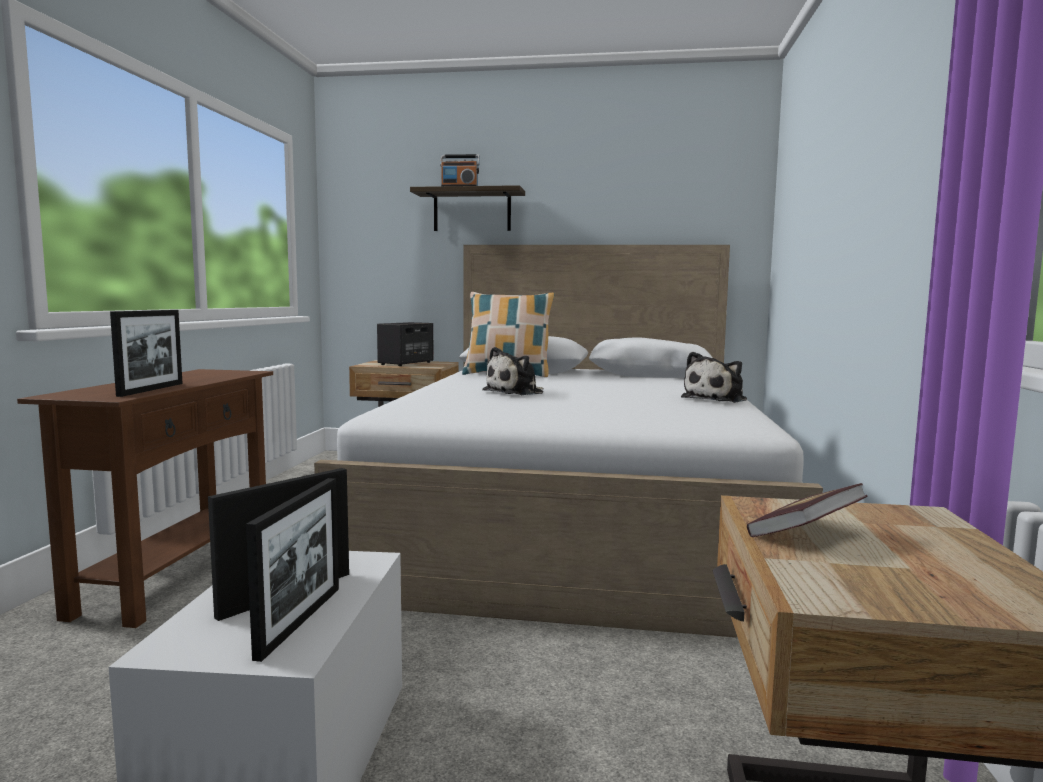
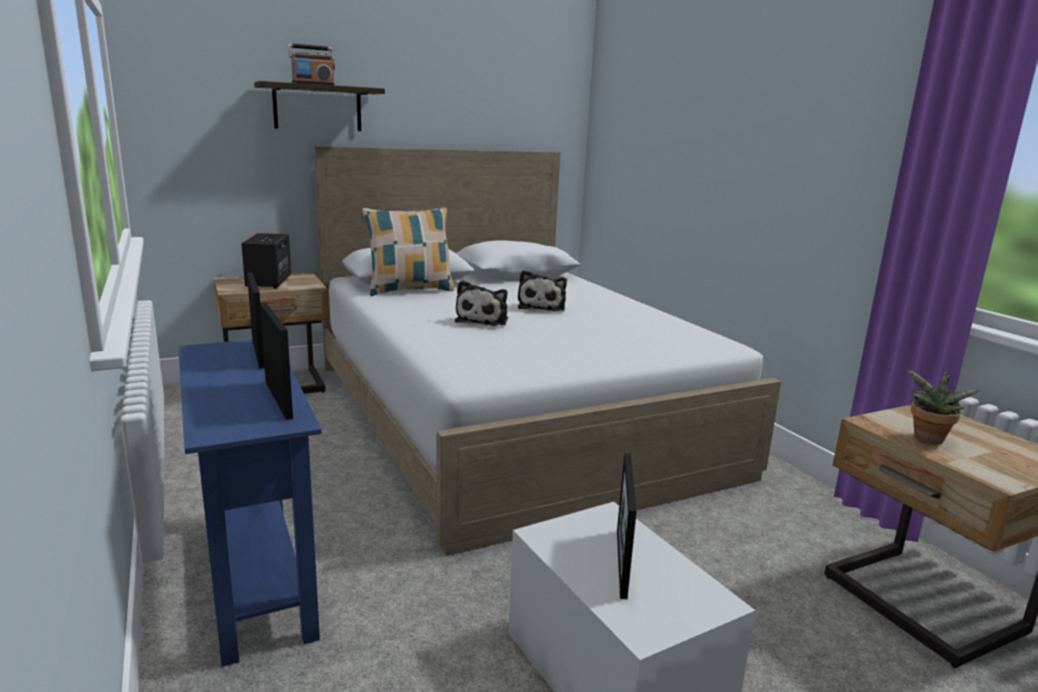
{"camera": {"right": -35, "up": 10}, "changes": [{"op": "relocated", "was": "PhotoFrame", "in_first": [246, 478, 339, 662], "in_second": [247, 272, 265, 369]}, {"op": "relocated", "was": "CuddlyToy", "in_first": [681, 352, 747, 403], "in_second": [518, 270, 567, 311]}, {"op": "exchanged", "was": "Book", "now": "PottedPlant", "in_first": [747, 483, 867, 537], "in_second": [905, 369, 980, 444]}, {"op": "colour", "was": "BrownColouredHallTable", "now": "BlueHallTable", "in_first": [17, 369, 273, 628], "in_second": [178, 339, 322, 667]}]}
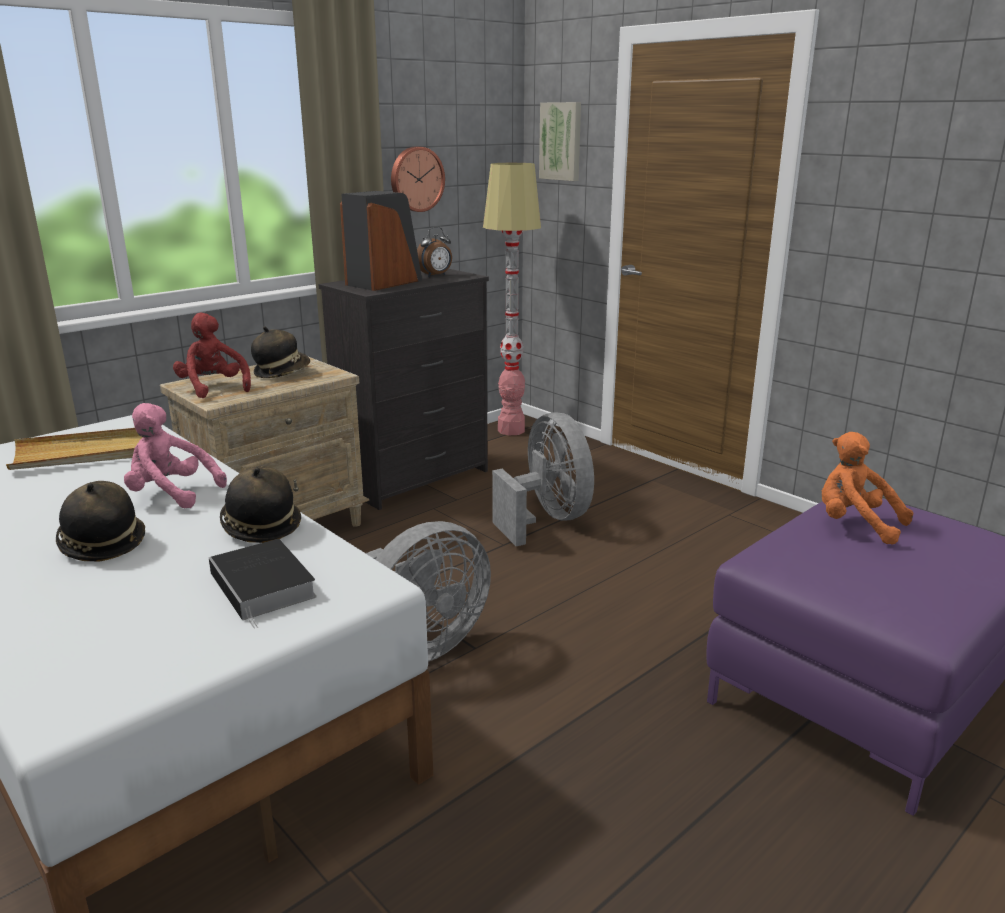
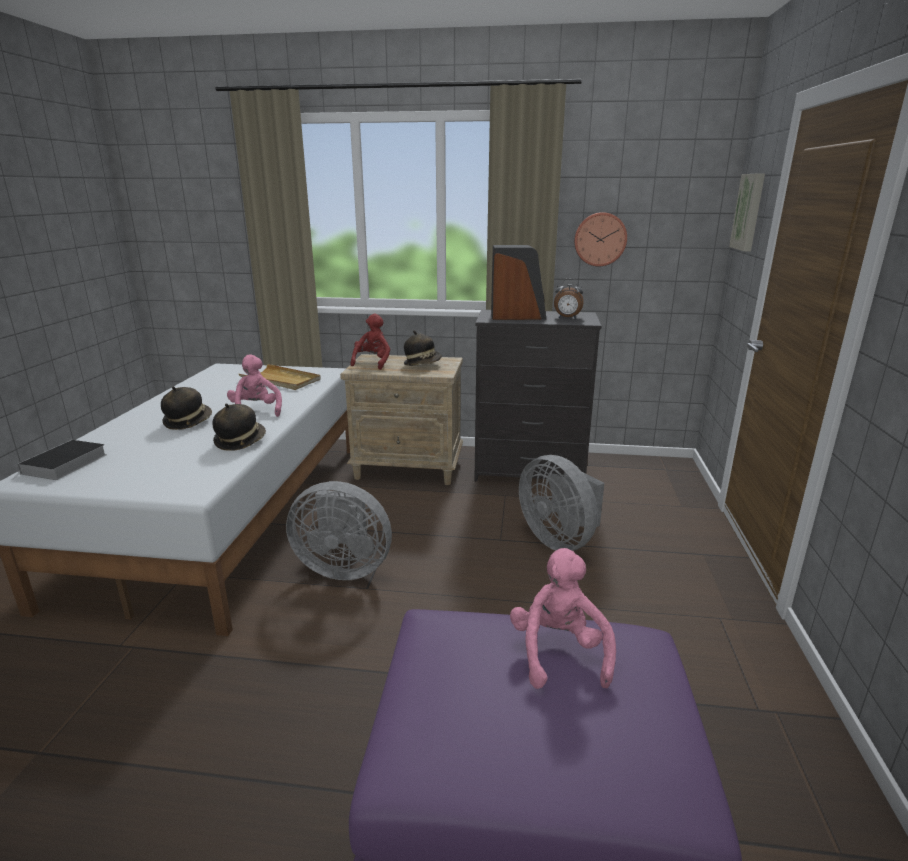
{"camera": {"right": 50, "up": 0}, "changes": [{"op": "missing", "was": "FloorLamp", "in_first": [483, 163, 541, 435]}, {"op": "relocated", "was": "Book", "in_first": [209, 539, 317, 629], "in_second": [11, 440, 107, 480]}, {"op": "colour", "was": "OrangeCuddlyToy", "now": "PinkishCuddlyToy", "in_first": [822, 432, 913, 545], "in_second": [510, 548, 616, 689]}, {"op": "spun", "was": "GreyishElectricFan", "in_first": [492, 412, 594, 546], "in_second": [519, 455, 604, 551], "clockwise": 120}]}
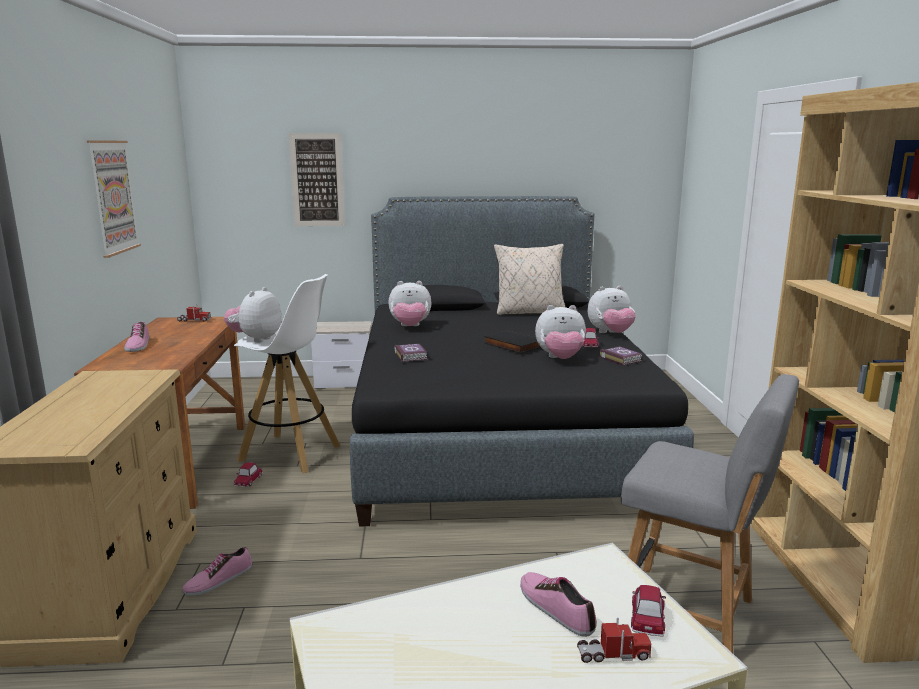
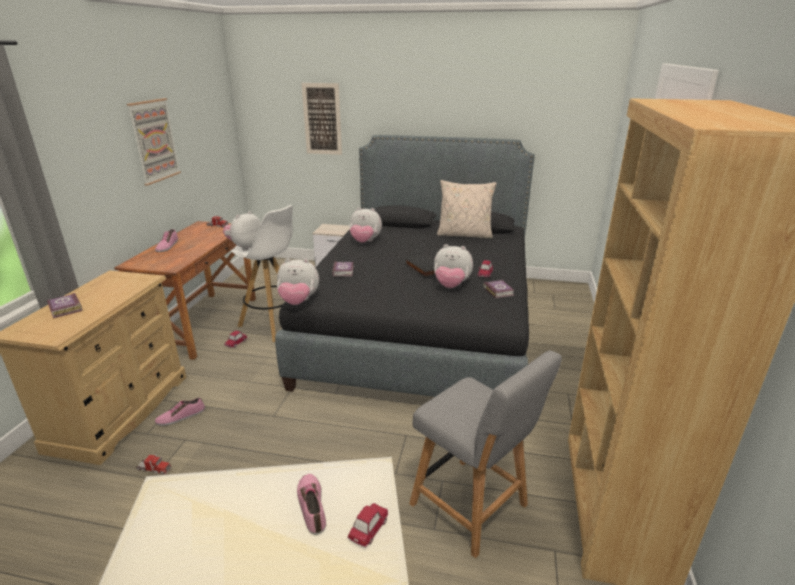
{"camera": {"right": 15, "up": 10}, "changes": [{"op": "appeared", "now": "Book", "in_second": [47, 293, 82, 318]}, {"op": "relocated", "was": "ToyTruck", "in_first": [577, 617, 651, 663], "in_second": [136, 454, 171, 475]}, {"op": "relocated", "was": "CuddlyToy", "in_first": [588, 286, 636, 333], "in_second": [277, 259, 319, 305]}]}
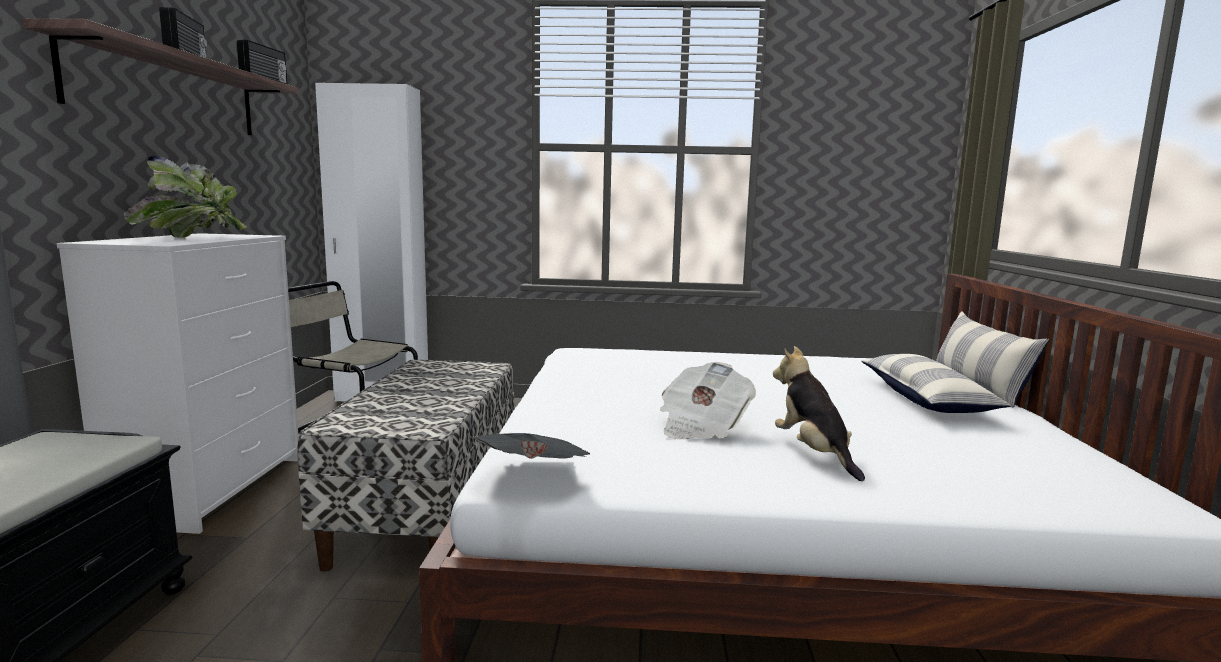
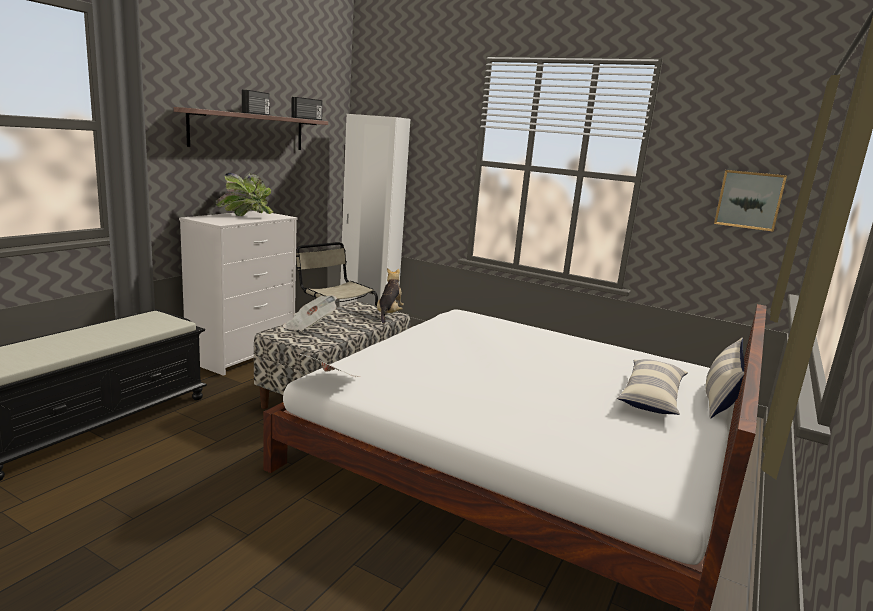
{"camera": {"right": 25, "up": 5}, "changes": [{"op": "appeared", "now": "WallArt", "in_second": [714, 170, 787, 232]}, {"op": "relocated", "was": "Newspaper", "in_first": [660, 362, 756, 439], "in_second": [283, 295, 337, 331]}, {"op": "relocated", "was": "CuddlyToy", "in_first": [773, 346, 865, 481], "in_second": [377, 268, 404, 324]}]}
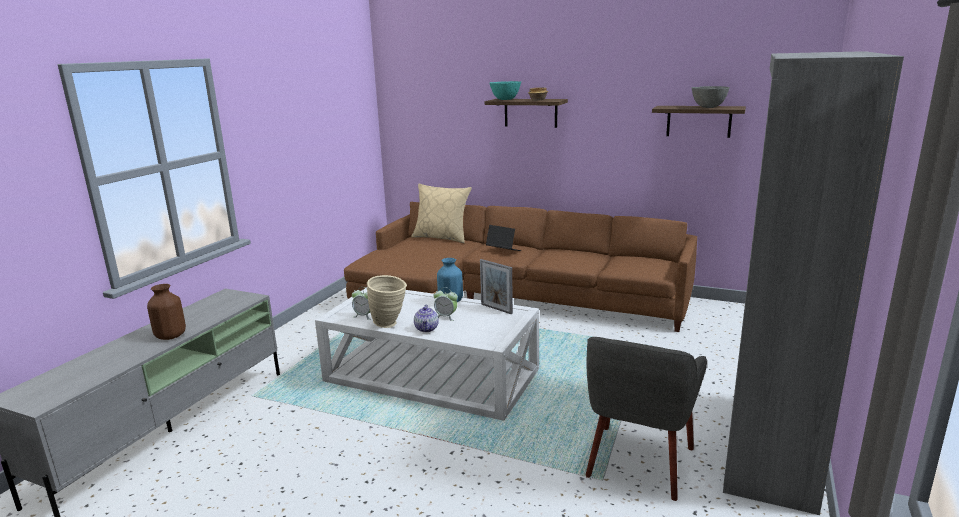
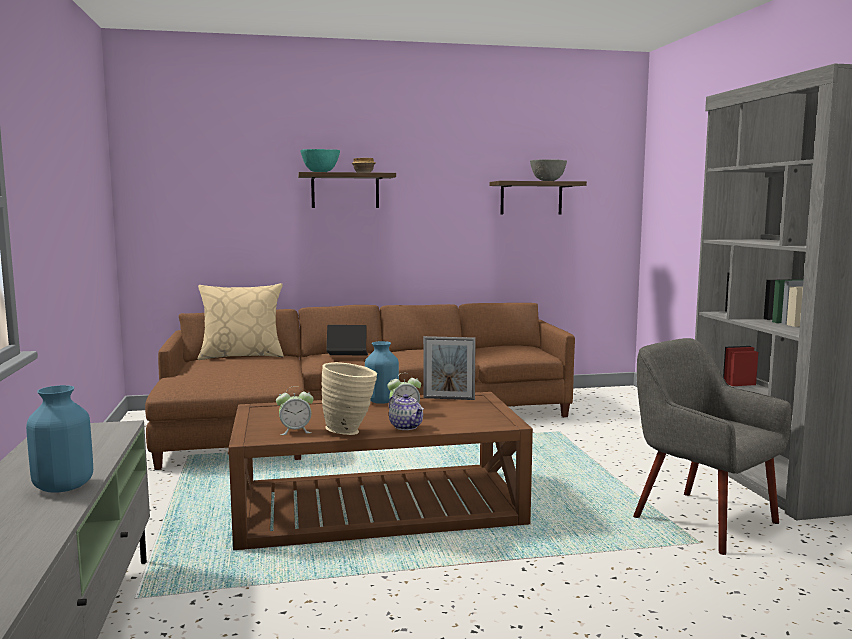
{"camera": {"right": -35, "up": -10}, "changes": [{"op": "colour", "was": "BrownColouredDecorativeVase", "now": "BlueDecorativeVase", "in_first": [147, 284, 186, 340], "in_second": [26, 385, 93, 493]}, {"op": "colour", "was": "WhiteLoungeTable", "now": "BrownColouredLoungeTable", "in_first": [315, 287, 539, 421], "in_second": [228, 392, 533, 550]}, {"op": "spun", "was": "GreyishArmchair", "in_first": [585, 337, 707, 501], "in_second": [633, 338, 792, 555], "clockwise": 150}]}
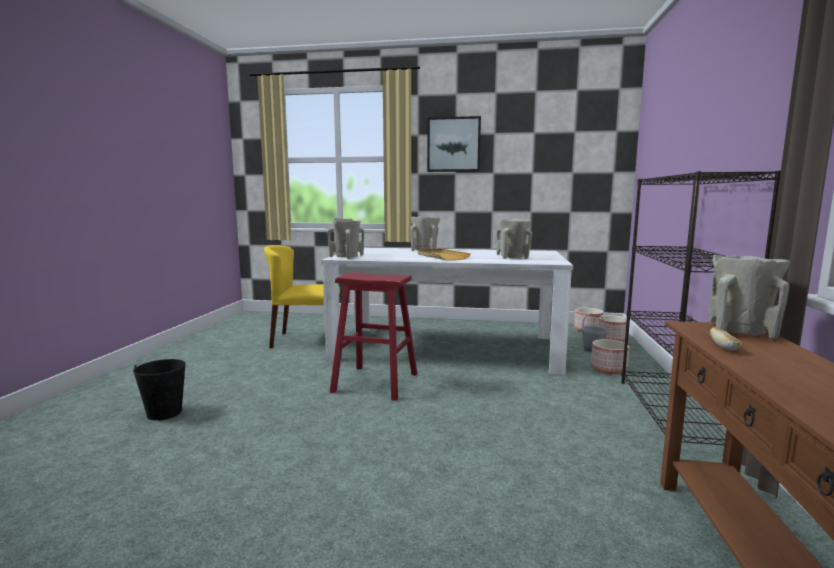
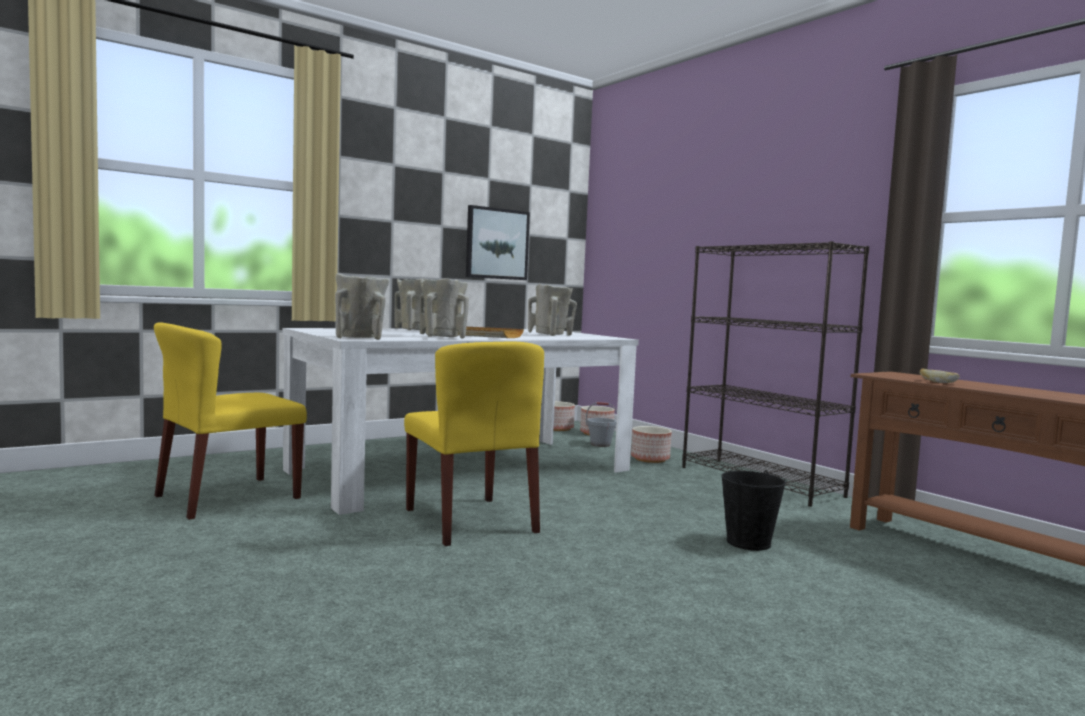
{"camera": {"right": -45, "up": -5}, "changes": [{"op": "relocated", "was": "BlackBucket", "in_first": [133, 359, 186, 420], "in_second": [721, 470, 787, 551]}, {"op": "relocated", "was": "WallArt", "in_first": [427, 116, 481, 172], "in_second": [466, 205, 530, 280]}, {"op": "relocated", "was": "SandColouredDecorativeVase", "in_first": [708, 255, 790, 339], "in_second": [420, 278, 469, 339]}, {"op": "exchanged", "was": "ReddishSittingStool", "now": "YellowChair", "in_first": [330, 273, 418, 401], "in_second": [404, 341, 544, 546]}]}
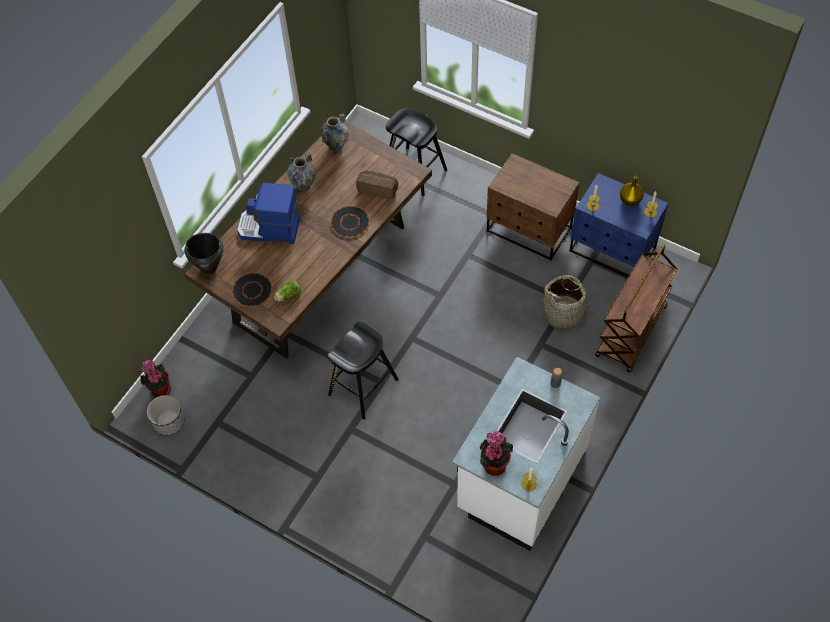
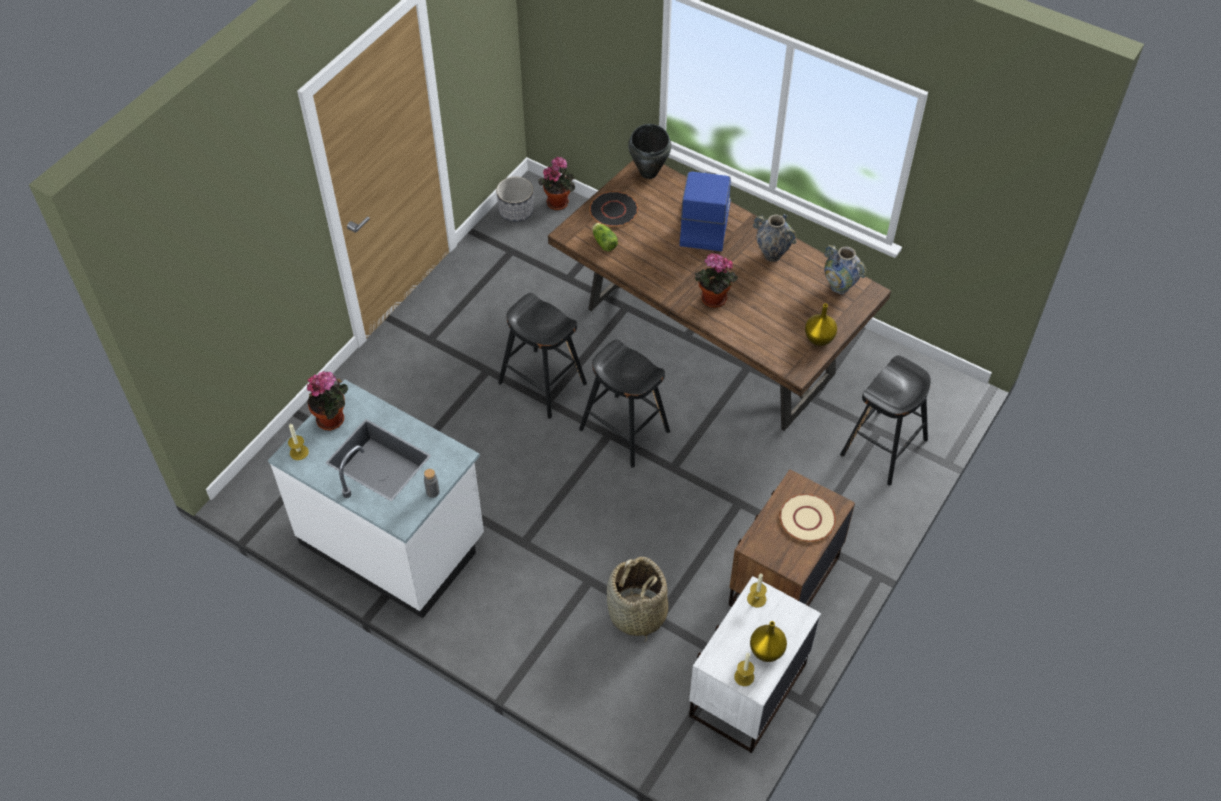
{"camera": {"right": 90, "up": -5}, "changes": [{"op": "missing", "was": "BakedBread", "in_first": [356, 171, 398, 199]}, {"op": "missing", "was": "BrownColouredCart", "in_first": [595, 244, 677, 372]}, {"op": "appeared", "now": "BlackSittingStool", "in_second": [579, 339, 670, 468]}, {"op": "appeared", "now": "SandColouredPlate", "in_second": [780, 494, 836, 542]}, {"op": "appeared", "now": "YellowDecorativeVase", "in_second": [805, 304, 837, 346]}, {"op": "exchanged", "was": "BlackPlate", "now": "PottedPlant", "in_first": [330, 206, 370, 237], "in_second": [695, 253, 738, 308]}, {"op": "colour", "was": "BlueBedsideTable", "now": "WhiteBedsideTable", "in_first": [570, 173, 668, 277], "in_second": [689, 576, 821, 753]}]}
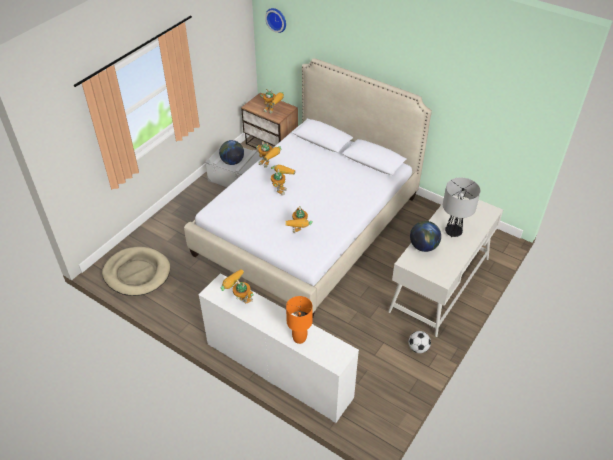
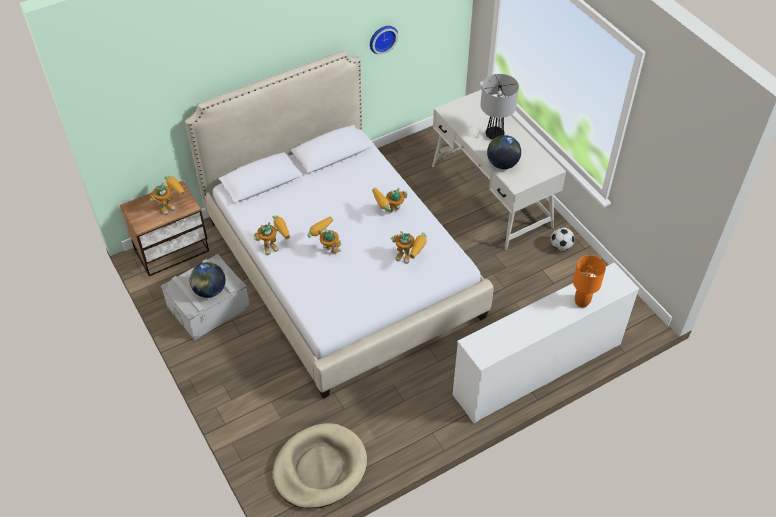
{"camera": {"right": -65, "up": 5}, "changes": [{"op": "relocated", "was": "ModelRobot", "in_first": [221, 269, 254, 303], "in_second": [372, 188, 407, 213]}, {"op": "relocated", "was": "ClockOnTheWall", "in_first": [265, 8, 286, 33], "in_second": [370, 26, 398, 54]}]}
